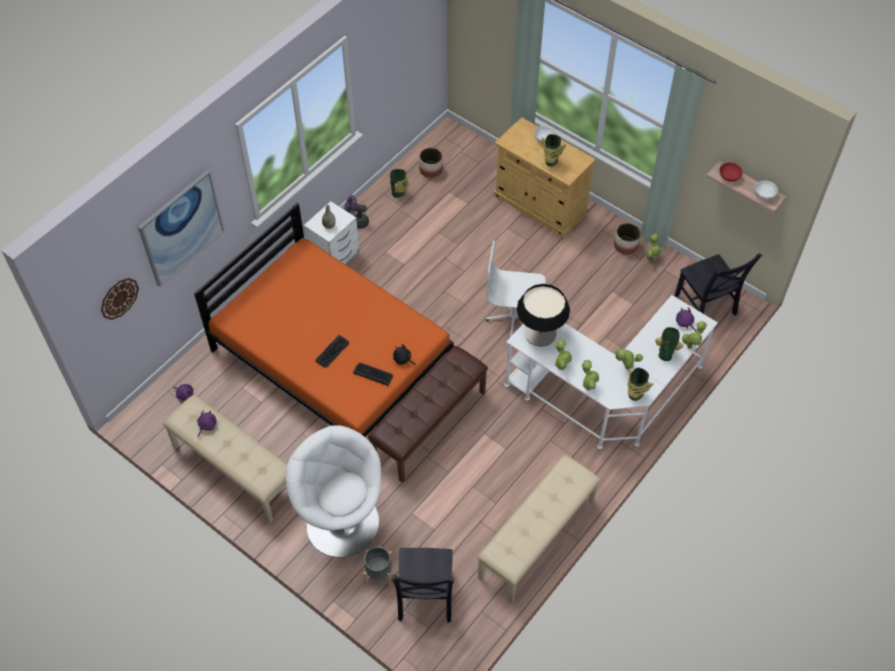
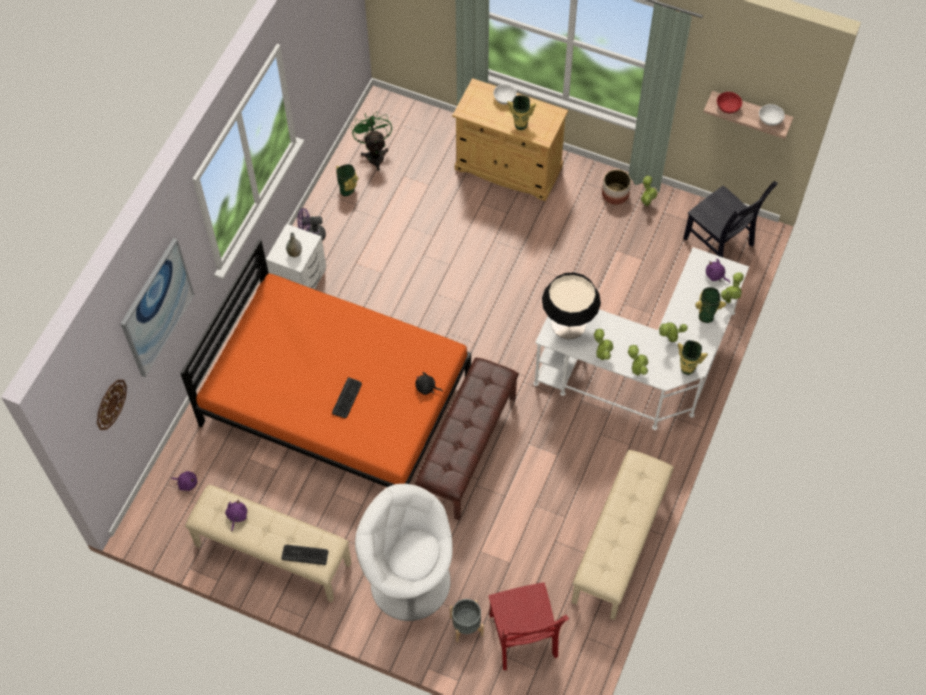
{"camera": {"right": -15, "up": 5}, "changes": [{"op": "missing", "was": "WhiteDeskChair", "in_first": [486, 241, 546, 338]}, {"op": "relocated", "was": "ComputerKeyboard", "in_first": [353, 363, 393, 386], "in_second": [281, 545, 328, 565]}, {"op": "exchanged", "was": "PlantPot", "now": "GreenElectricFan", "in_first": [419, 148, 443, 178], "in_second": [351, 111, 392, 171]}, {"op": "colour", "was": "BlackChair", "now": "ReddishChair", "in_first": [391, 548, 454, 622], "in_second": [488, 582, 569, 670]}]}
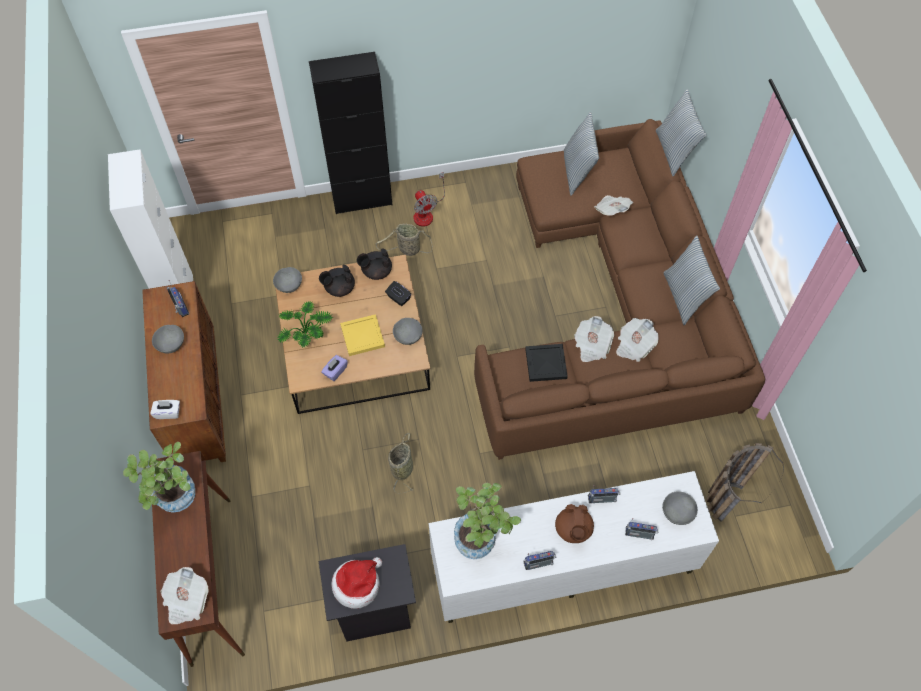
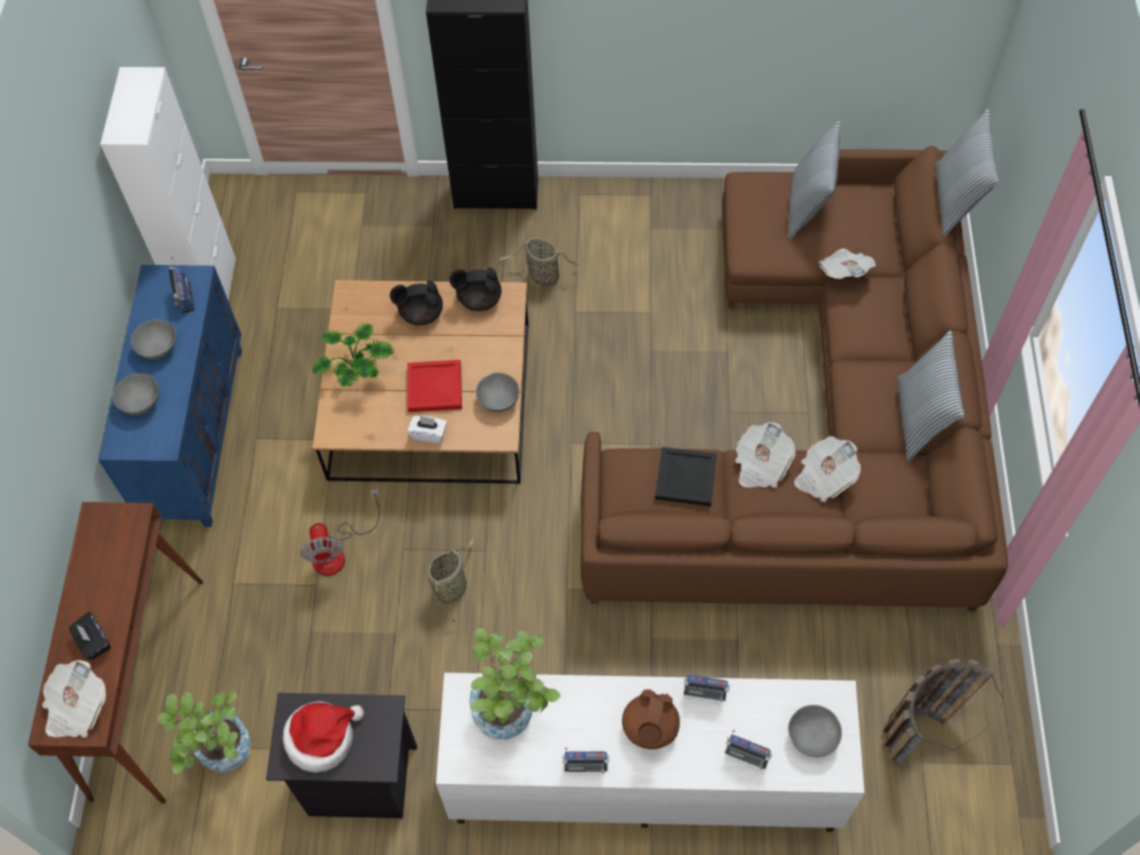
{"camera": {"right": 15, "up": 0}, "changes": [{"op": "missing", "was": "PurplishBoxOfTissues", "in_first": [321, 355, 348, 381]}, {"op": "relocated", "was": "PottedPlant", "in_first": [123, 442, 195, 513], "in_second": [157, 691, 251, 774]}, {"op": "relocated", "was": "WhiteBoxOfTissues", "in_first": [150, 400, 180, 419], "in_second": [407, 415, 447, 444]}, {"op": "relocated", "was": "GreyishServingBowl", "in_first": [273, 267, 302, 293], "in_second": [112, 374, 159, 415]}, {"op": "relocated", "was": "BlackBoxOfTissues", "in_first": [385, 281, 411, 306], "in_second": [69, 612, 111, 660]}, {"op": "relocated", "was": "ElectricFan", "in_first": [413, 172, 445, 227], "in_second": [300, 489, 380, 576]}, {"op": "colour", "was": "BrownColouredCabinet", "now": "BlueCabinet", "in_first": [142, 281, 226, 462], "in_second": [98, 265, 242, 527]}, {"op": "colour", "was": "YellowServingTray", "now": "ReddishServingTray", "in_first": [340, 314, 385, 356], "in_second": [407, 360, 462, 412]}]}
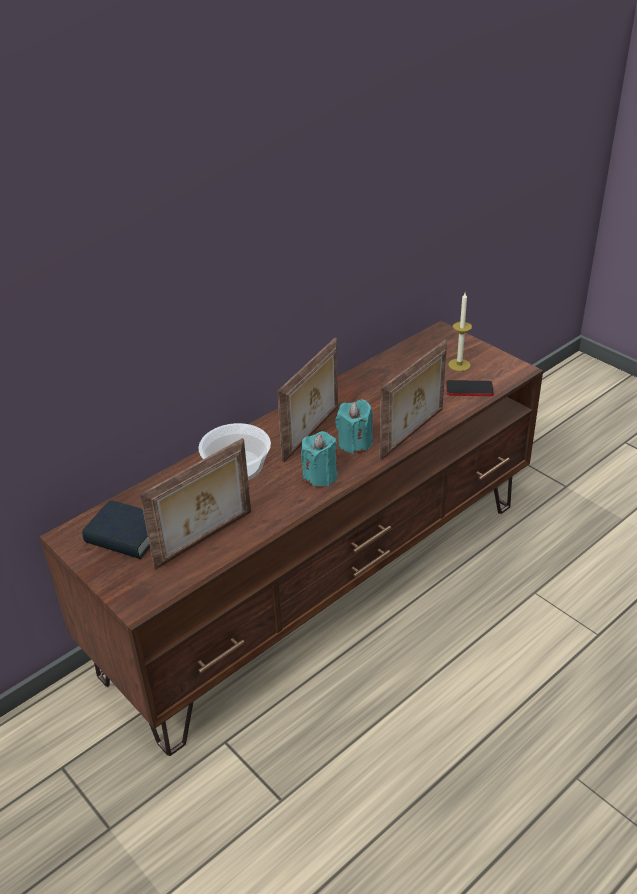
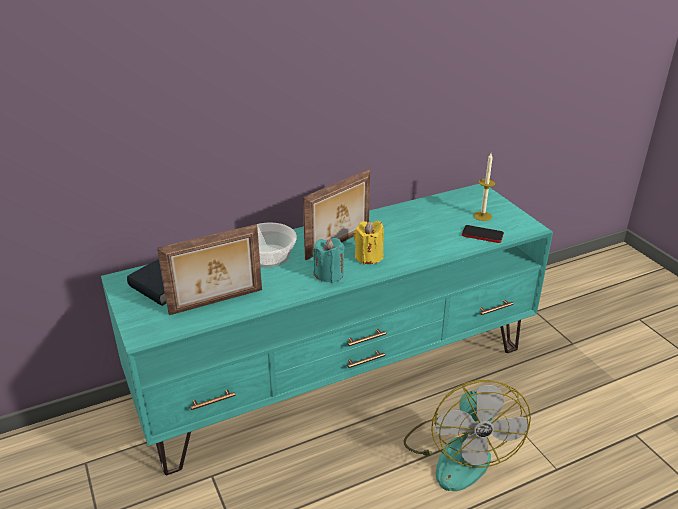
{"camera": {"right": 15, "up": -5}, "changes": [{"op": "missing", "was": "PhotoFrame", "in_first": [380, 340, 447, 460]}, {"op": "appeared", "now": "ElectricFan", "in_second": [403, 380, 531, 491]}, {"op": "colour", "was": "BrownColouredMediaConsole", "now": "TurquoiseMediaConsole", "in_first": [40, 321, 543, 756], "in_second": [101, 184, 553, 475]}, {"op": "colour", "was": "TurquoiseWaxLight", "now": "YellowWaxLight", "in_first": [335, 399, 373, 454], "in_second": [354, 221, 384, 264]}]}
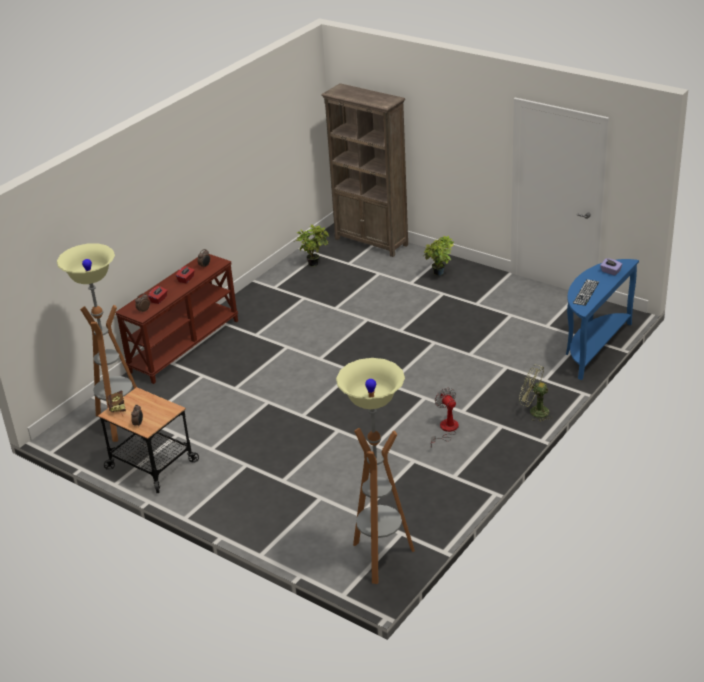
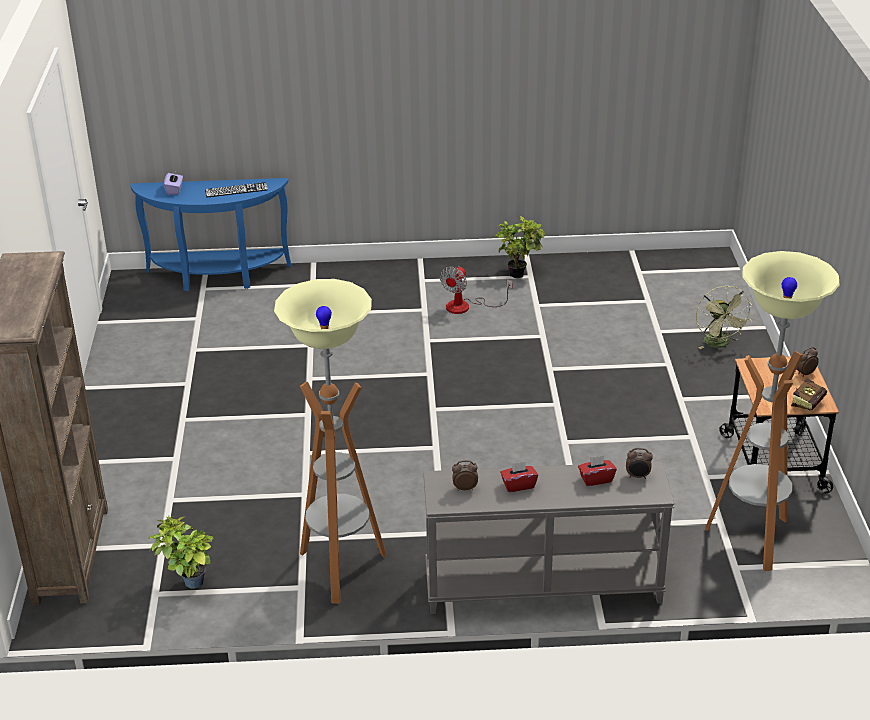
{"camera": {"right": -130, "up": 0}, "changes": [{"op": "relocated", "was": "FloorLamp", "in_first": [336, 358, 415, 584], "in_second": [274, 279, 387, 604]}, {"op": "relocated", "was": "PottedPlant", "in_first": [423, 236, 454, 276], "in_second": [494, 216, 545, 279]}, {"op": "relocated", "was": "GreenElectricFan", "in_first": [519, 364, 553, 422], "in_second": [696, 286, 753, 349]}, {"op": "colour", "was": "BrownColouredHallTable", "now": "GreyishHallTable", "in_first": [115, 254, 238, 384], "in_second": [423, 461, 675, 614]}]}
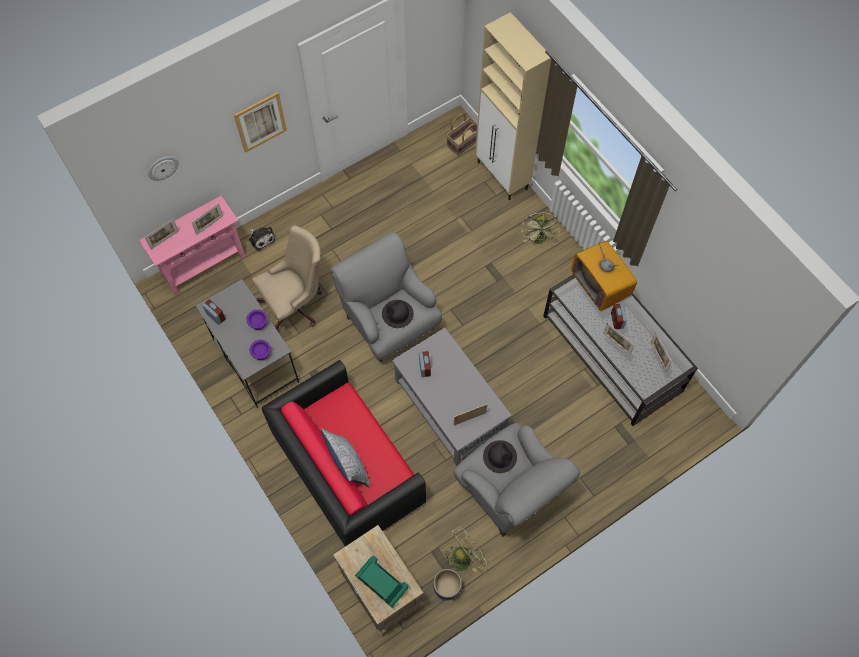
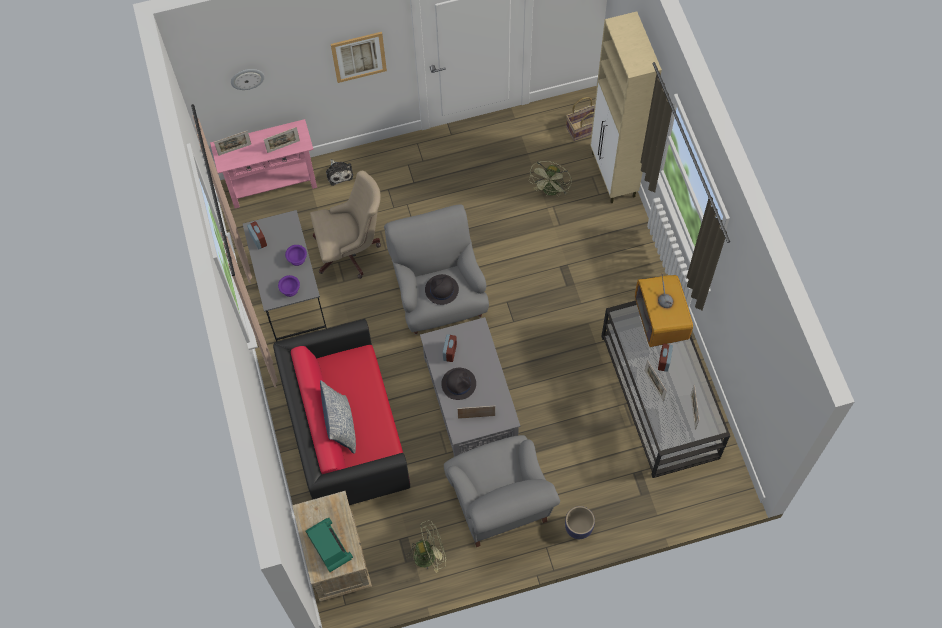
{"camera": {"right": 20, "up": 0}, "changes": [{"op": "relocated", "was": "PlantPot", "in_first": [433, 569, 462, 600], "in_second": [565, 506, 595, 539]}, {"op": "relocated", "was": "BlackHat", "in_first": [483, 440, 517, 473], "in_second": [441, 368, 476, 400]}, {"op": "relocated", "was": "GreenElectricFan", "in_first": [521, 212, 562, 245], "in_second": [529, 161, 572, 197]}]}
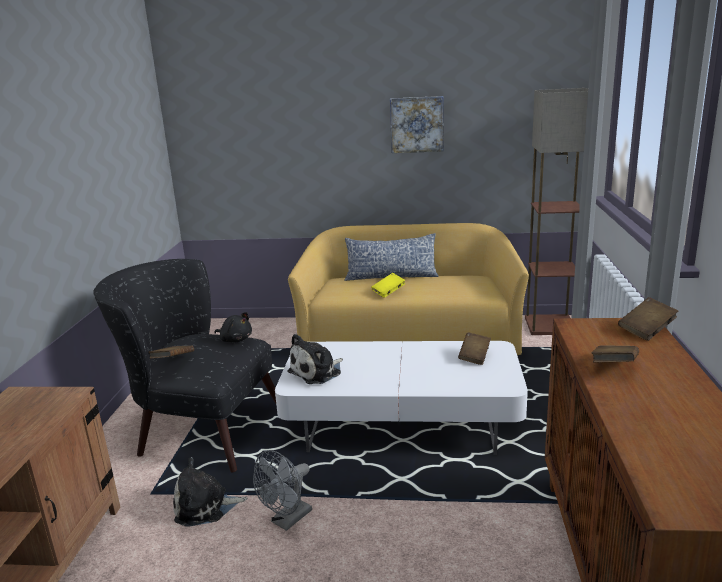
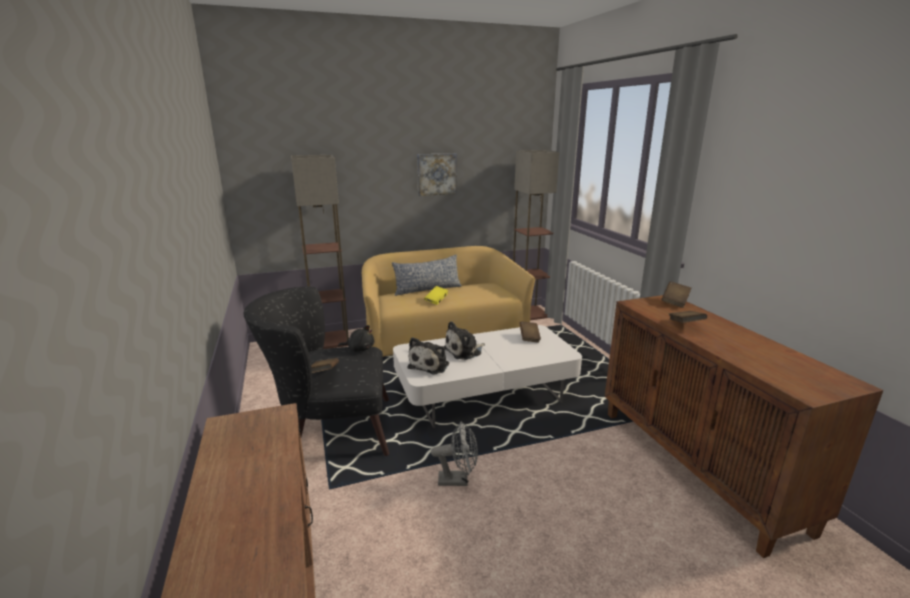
{"camera": {"right": -25, "up": 0}, "changes": [{"op": "appeared", "now": "FloorLamp", "in_second": [291, 155, 349, 349]}, {"op": "relocated", "was": "CuddlyToy", "in_first": [173, 457, 247, 527], "in_second": [444, 321, 485, 360]}, {"op": "spun", "was": "GreyishElectricFan", "in_first": [253, 450, 312, 531], "in_second": [431, 422, 478, 486], "clockwise": -105}]}
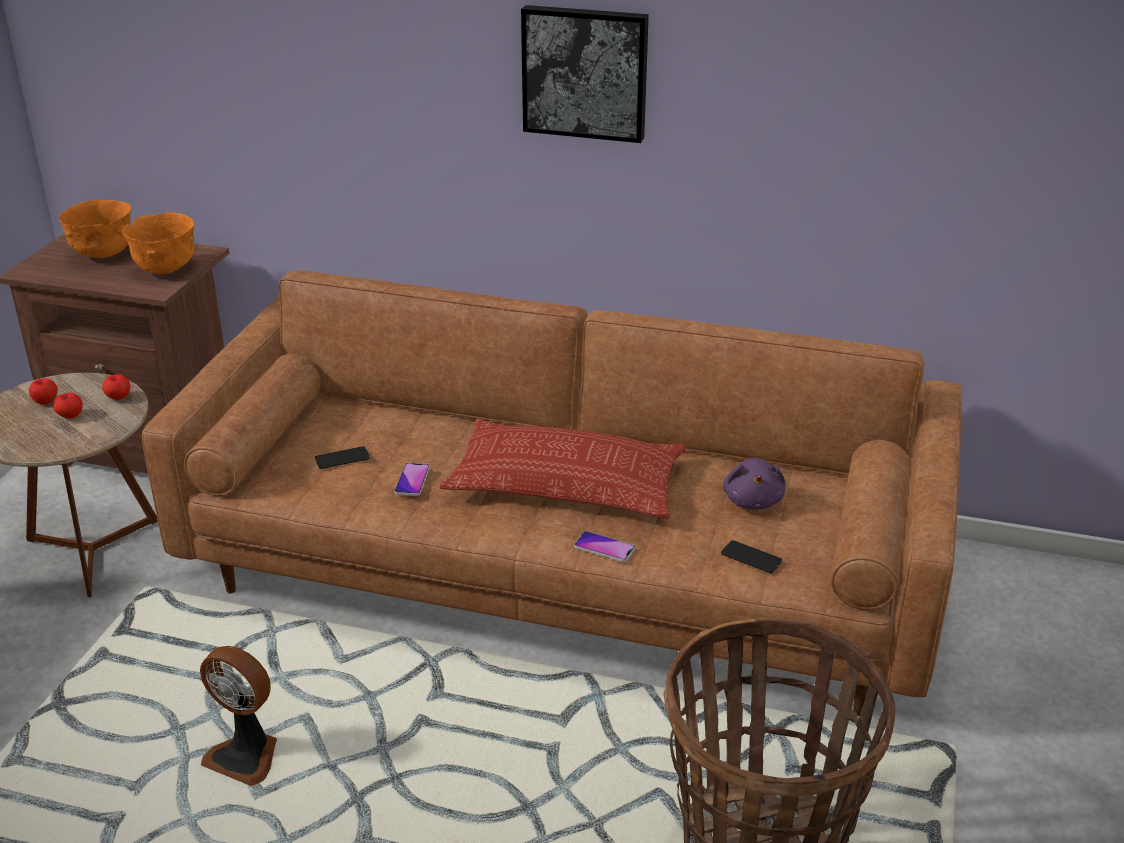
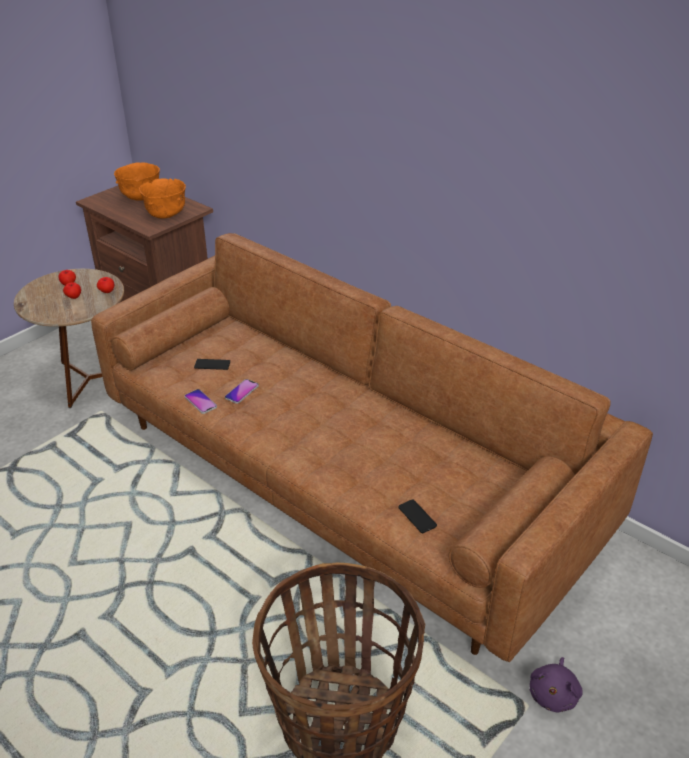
{"camera": {"right": 25, "up": 5}, "changes": [{"op": "missing", "was": "ElectricFan", "in_first": [200, 646, 277, 786]}, {"op": "missing", "was": "ThrowPillow", "in_first": [440, 419, 686, 518]}, {"op": "missing", "was": "WallArt", "in_first": [521, 5, 649, 143]}, {"op": "relocated", "was": "Telephone", "in_first": [574, 531, 635, 562], "in_second": [185, 389, 217, 414]}, {"op": "relocated", "was": "PurplishCuddlyToy", "in_first": [723, 458, 786, 510], "in_second": [530, 657, 583, 712]}]}
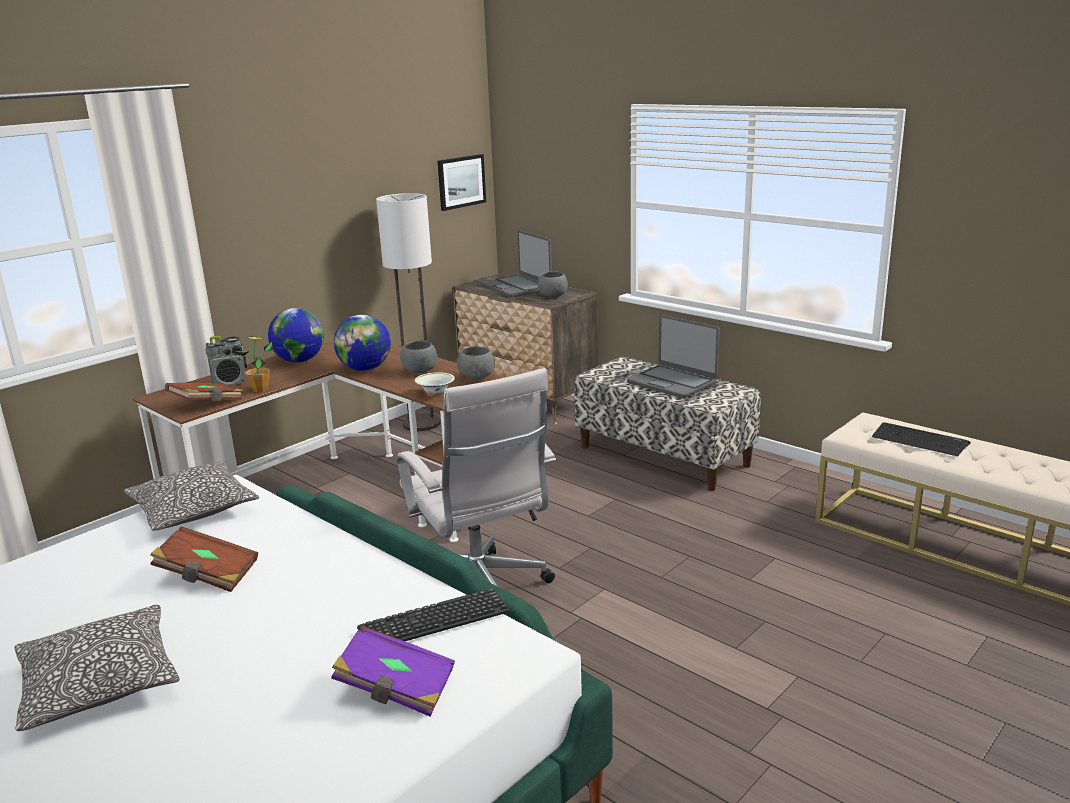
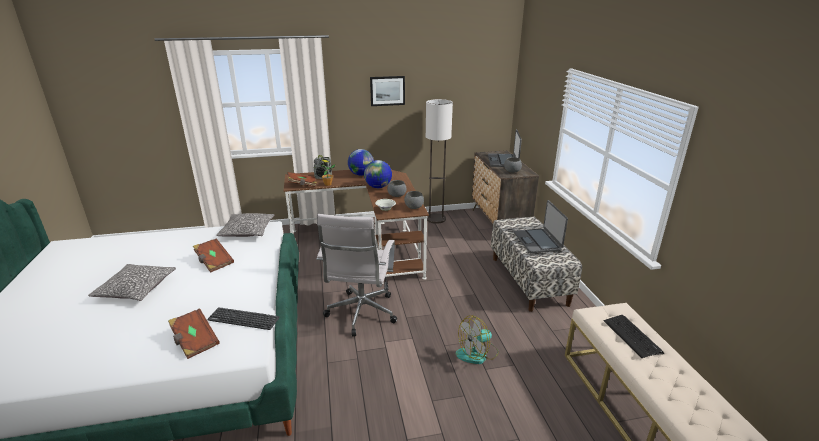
{"camera": {"right": 35, "up": 5}, "changes": [{"op": "appeared", "now": "ElectricFan", "in_second": [456, 315, 499, 364]}, {"op": "relocated", "was": "WallArt", "in_first": [438, 154, 486, 211], "in_second": [370, 76, 405, 106]}, {"op": "colour", "was": "PurplishBook", "now": "BrownColouredBook", "in_first": [331, 625, 455, 717], "in_second": [168, 309, 220, 359]}]}
